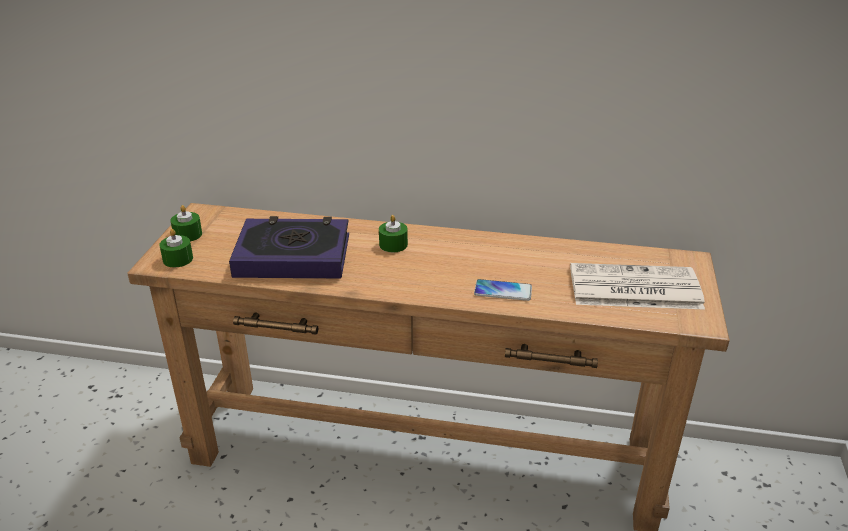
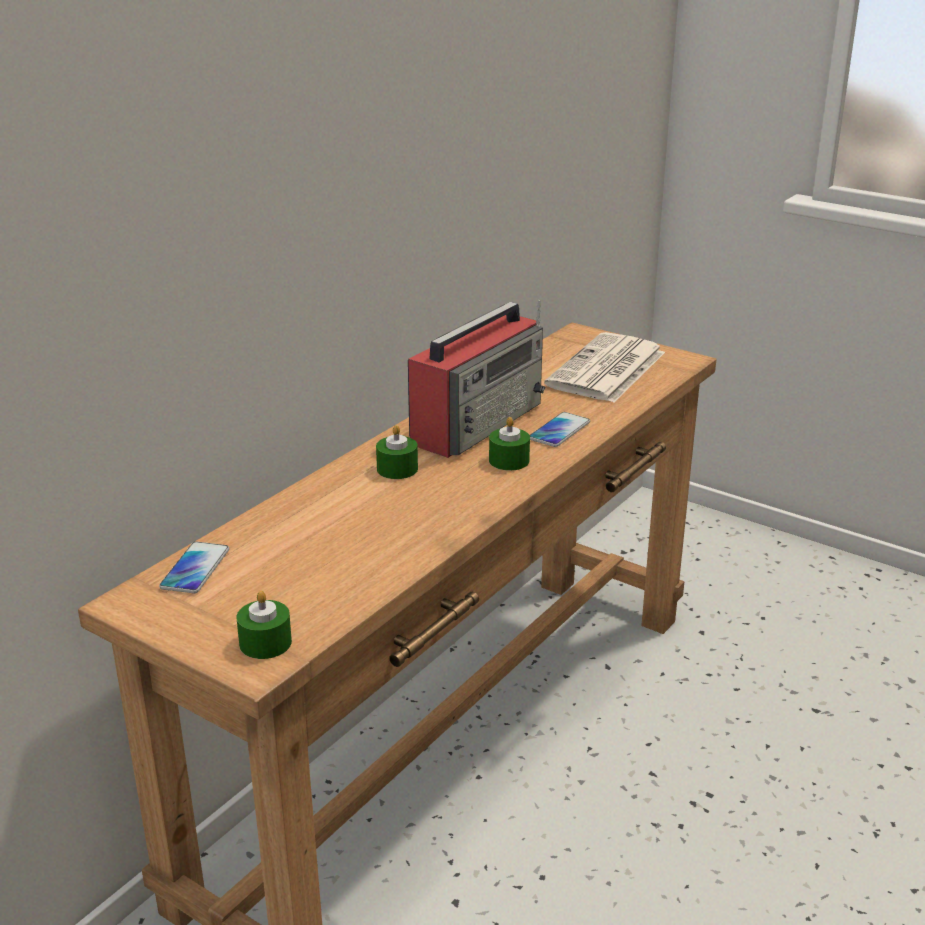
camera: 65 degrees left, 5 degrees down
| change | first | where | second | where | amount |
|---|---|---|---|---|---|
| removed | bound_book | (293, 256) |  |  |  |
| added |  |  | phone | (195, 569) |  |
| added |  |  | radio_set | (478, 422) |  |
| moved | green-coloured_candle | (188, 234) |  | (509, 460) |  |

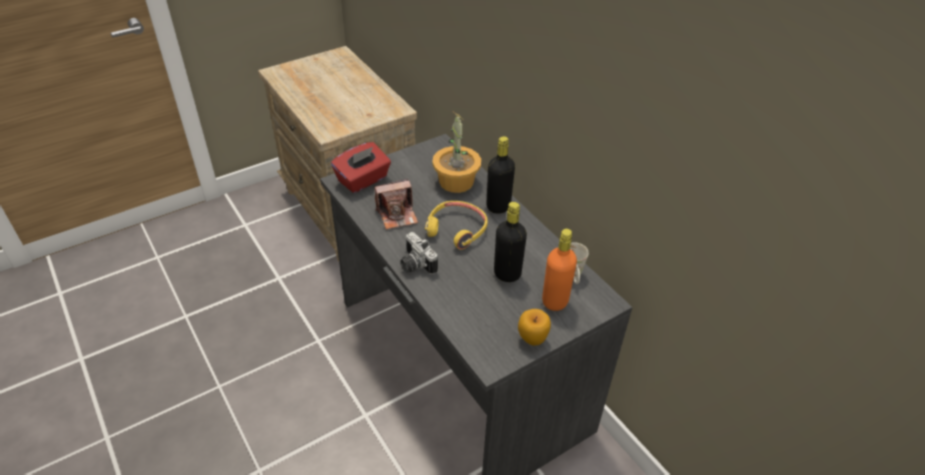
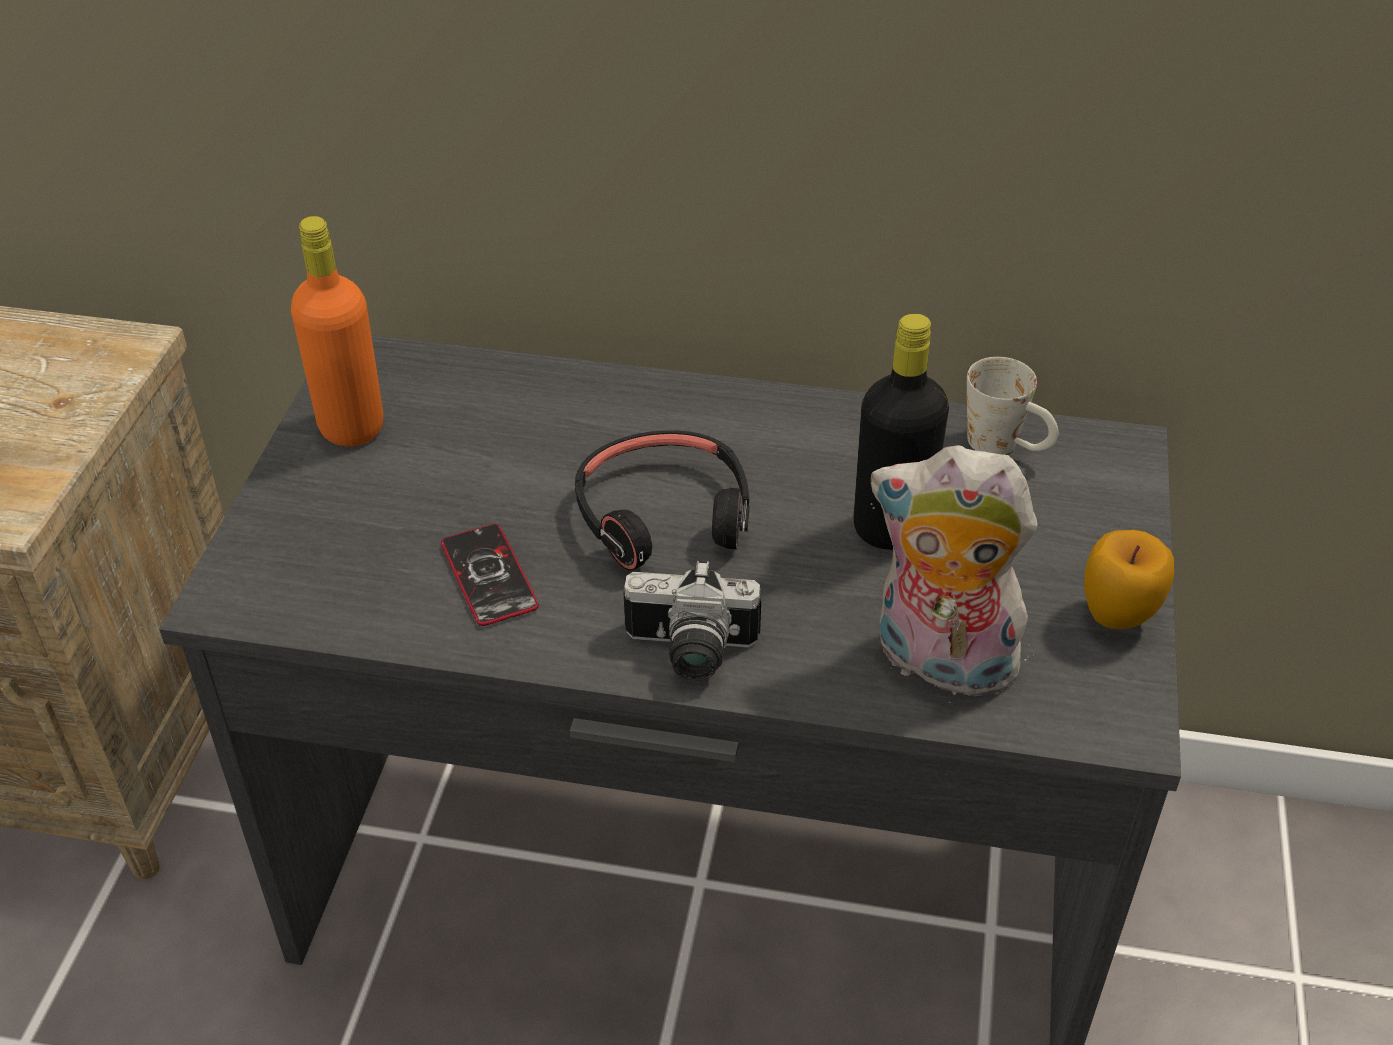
camera: 45 degrees left, 0 degrees up
| change | first | where | second | where | amount |
|---|---|---|---|---|---|
| removed | red_tissue_holder | (363, 180) |  |  |  |
| removed | houseplant | (455, 182) |  |  |  |
| removed | black_drink_bottle | (498, 206) |  |  |  |
| added |  |  | plush_toy | (938, 663) |  |
| moved | orangey_drink_bottle | (555, 301) |  | (351, 426) |  |
| replaced | photo_camera | (397, 215) | phone | (489, 576) |  |
| recoloured | yellow_headset | (456, 229) | black_headset | (663, 514) |  |

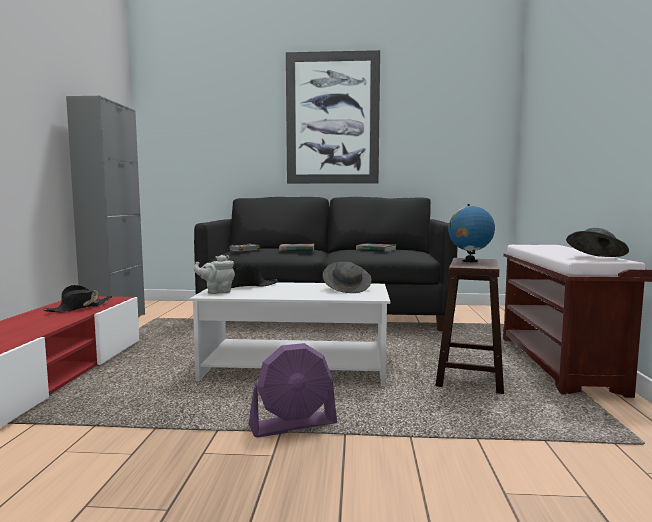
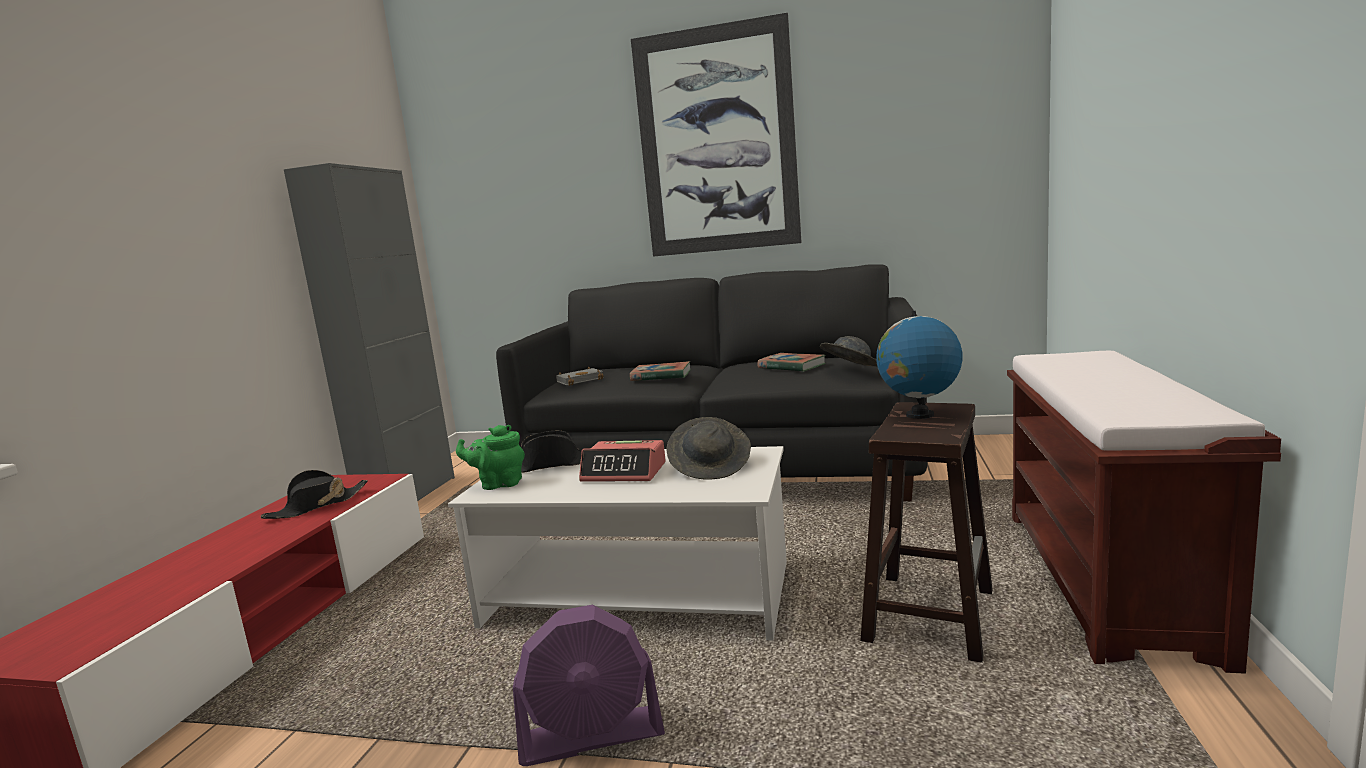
camera: 10 degrees right, 5 degrees up
| change | first | where | second | where | amount |
|---|---|---|---|---|---|
| added |  |  | table_clock | (624, 472) |  |
| moved | greyish_hat | (594, 258) |  | (850, 370) |  |
| recoloured | greyish_pot_for_tea | (217, 292) | green-coloured_pot_for_tea | (498, 484) |  |

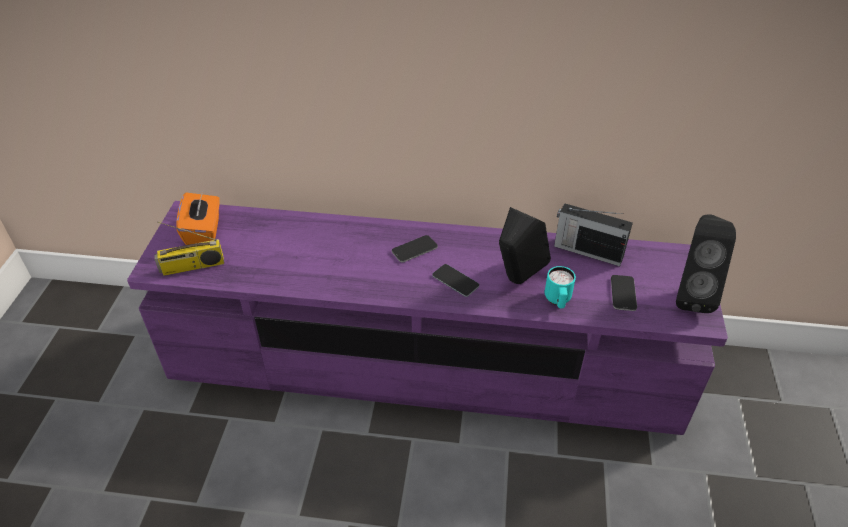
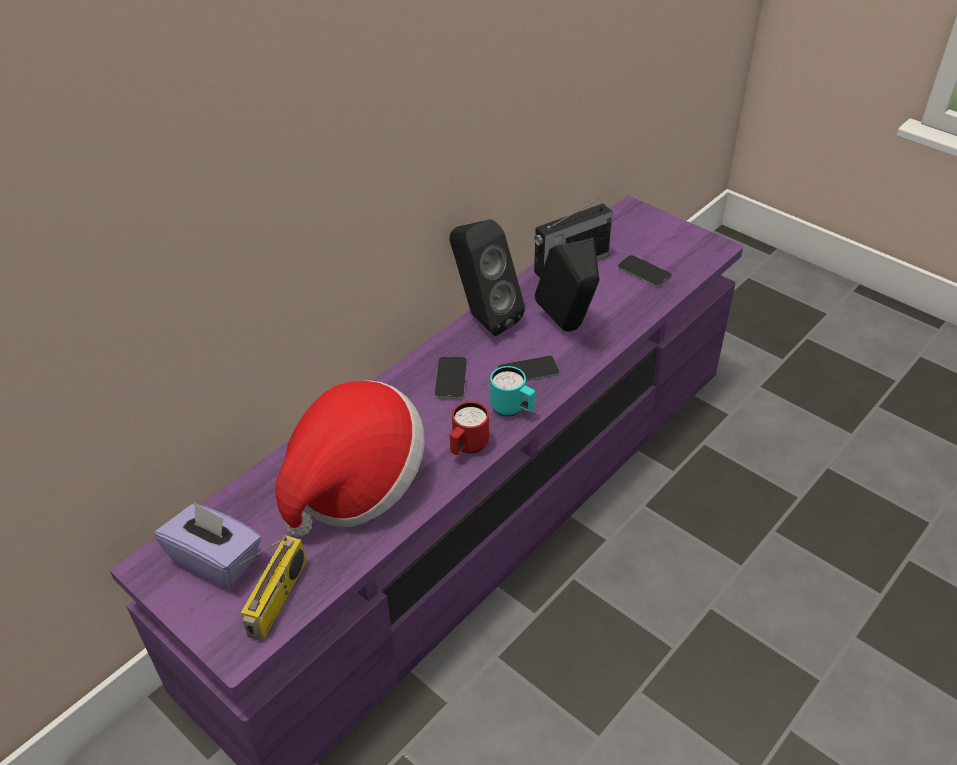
camera: 55 degrees left, 0 degrees up
| change | first | where | second | where | amount |
|---|---|---|---|---|---|
| added |  |  | hat | (354, 483) |  |
| added |  |  | red_coffee_mug | (467, 447) |  |
| moved | blue-green_coffee_mug | (557, 301) |  | (512, 409) |  |
| moved | black_audio_speaker | (690, 294) |  | (483, 318) |  |
| recoloured | orangey_tissue_holder | (204, 231) | purple-coloured_tissue_holder | (216, 559) |  |

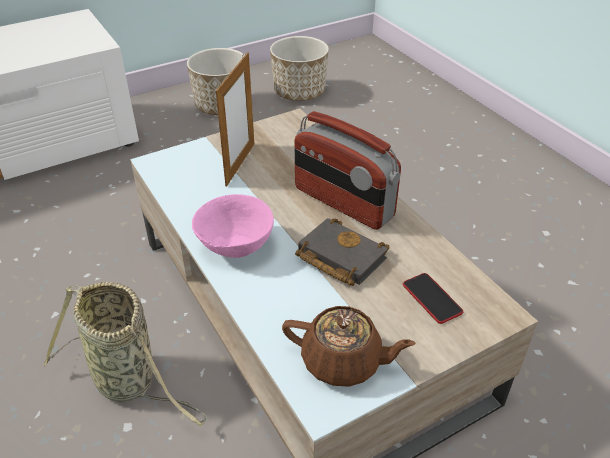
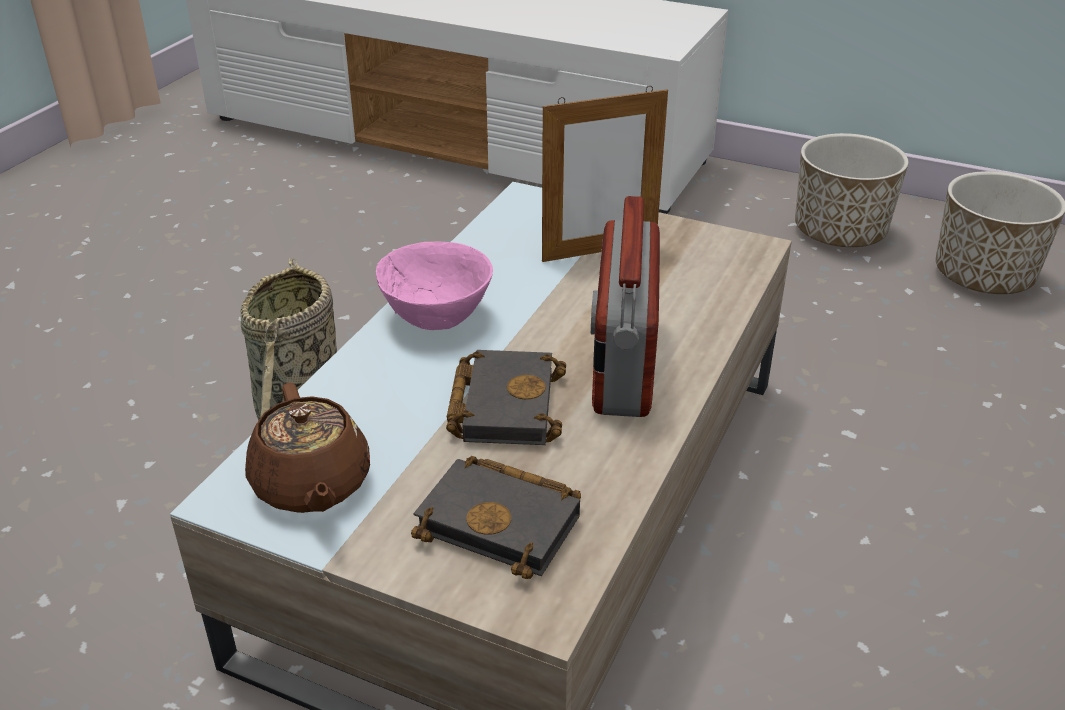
camera: 55 degrees right, 5 degrees down
| change | first | where | second | where | amount |
|---|---|---|---|---|---|
| replaced | phone | (432, 299) | black_bound_book | (504, 522) |  |

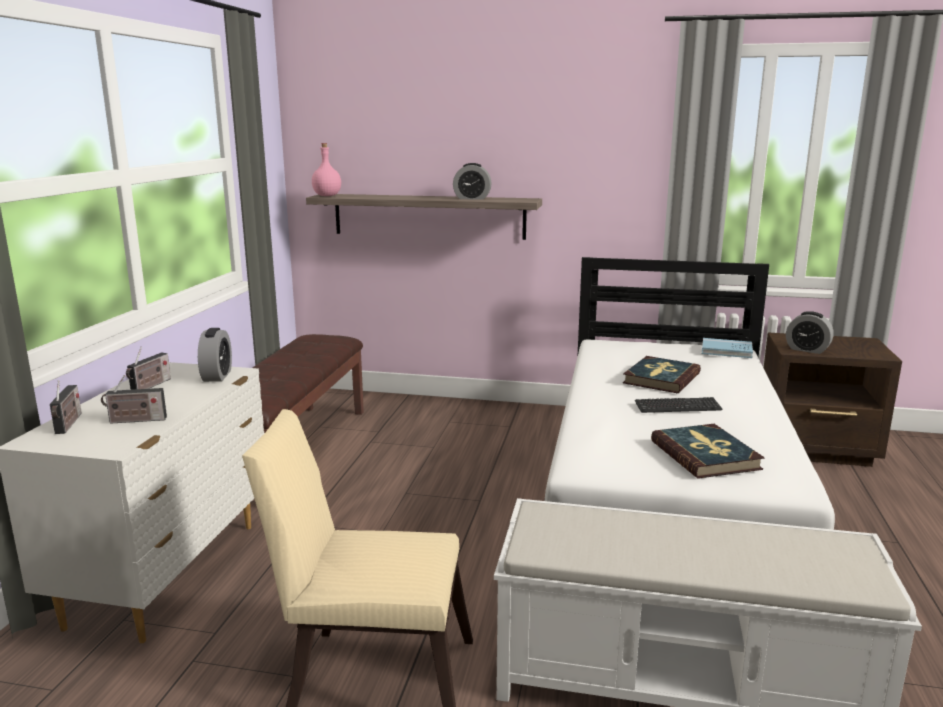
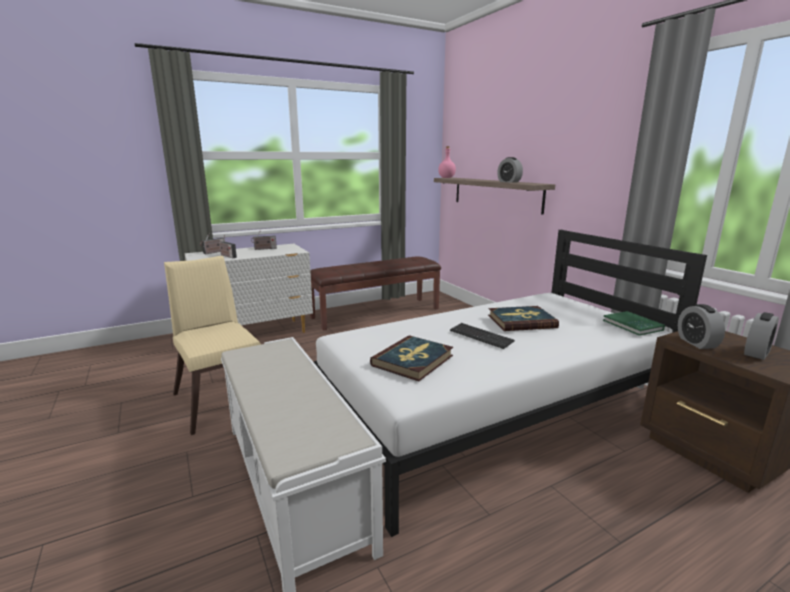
camera: 50 degrees right, 0 degrees up
| change | first | where | second | where | amount |
|---|---|---|---|---|---|
| moved | table_clock | (217, 376) |  | (756, 353) |  |
| recoloured | blue-coloured_bound_book | (726, 350) | green-coloured_bound_book | (632, 325) |  |

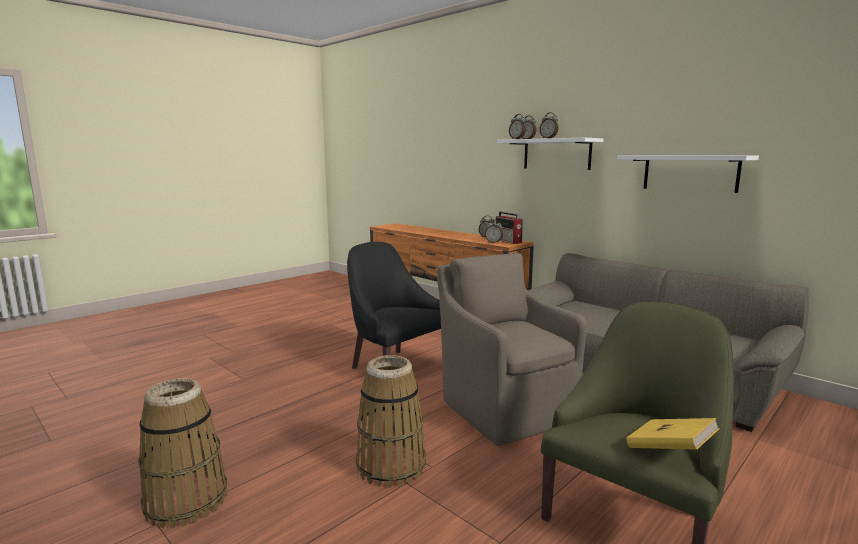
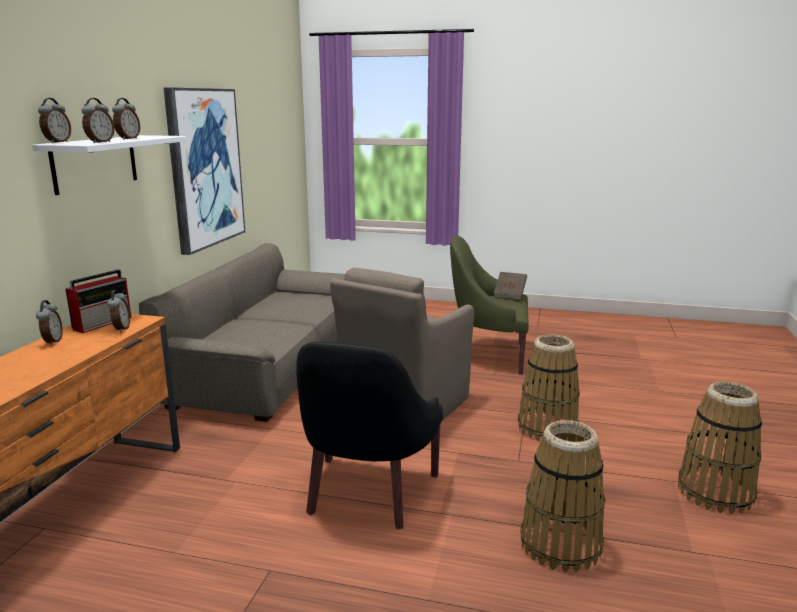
camera: 120 degrees left, 5 degrees up
| change | first | where | second | where | amount |
|---|---|---|---|---|---|
| added |  |  | basket | (560, 544) |  |
| replaced | white-coloured_bracket_shelf | (690, 173) | wall_art | (204, 168) |  |
| recoloured | yellow_bound_book | (669, 450) | brownish_bound_book | (510, 294) |  |

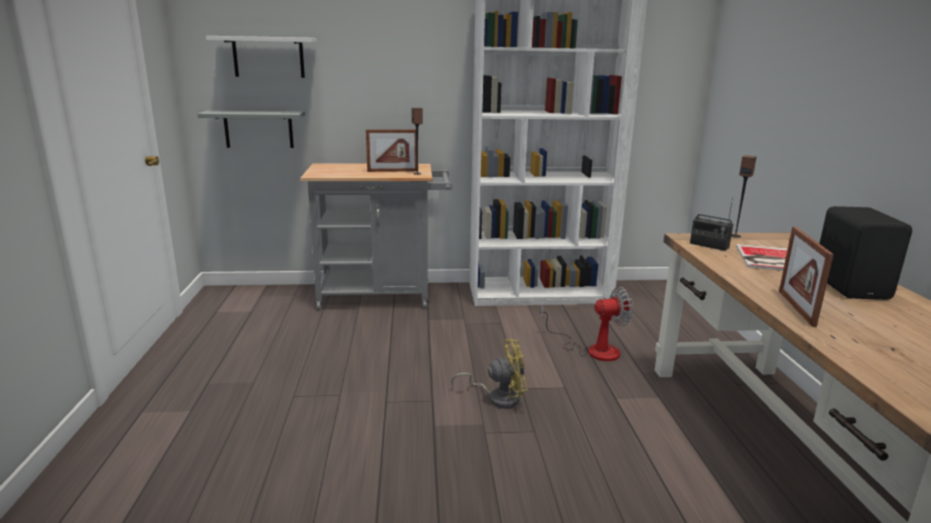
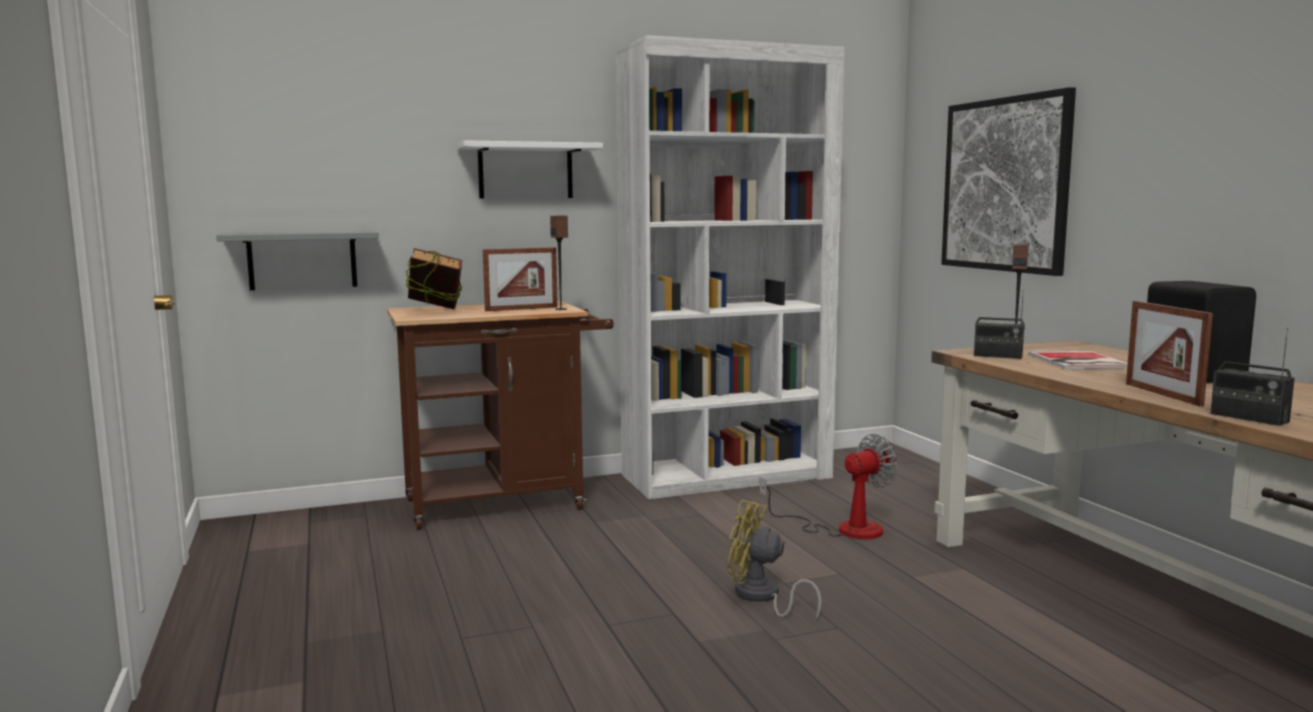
camera: 15 degrees left, 10 degrees down
| change | first | where | second | where | amount |
|---|---|---|---|---|---|
| added |  |  | bound_book | (436, 311) |  |
| added |  |  | wall_art | (1005, 185) |  |
| added |  |  | radio_set | (1248, 418) |  |
| moved | white-coloured_bracket_shelf | (268, 57) |  | (525, 171) |  |
| recoloured | greyish_trolley | (382, 296) | brownish_trolley | (505, 502) |  |
| turned | yellow_fan | (498, 397) |  | (761, 597) | 135 degrees counterclockwise |

